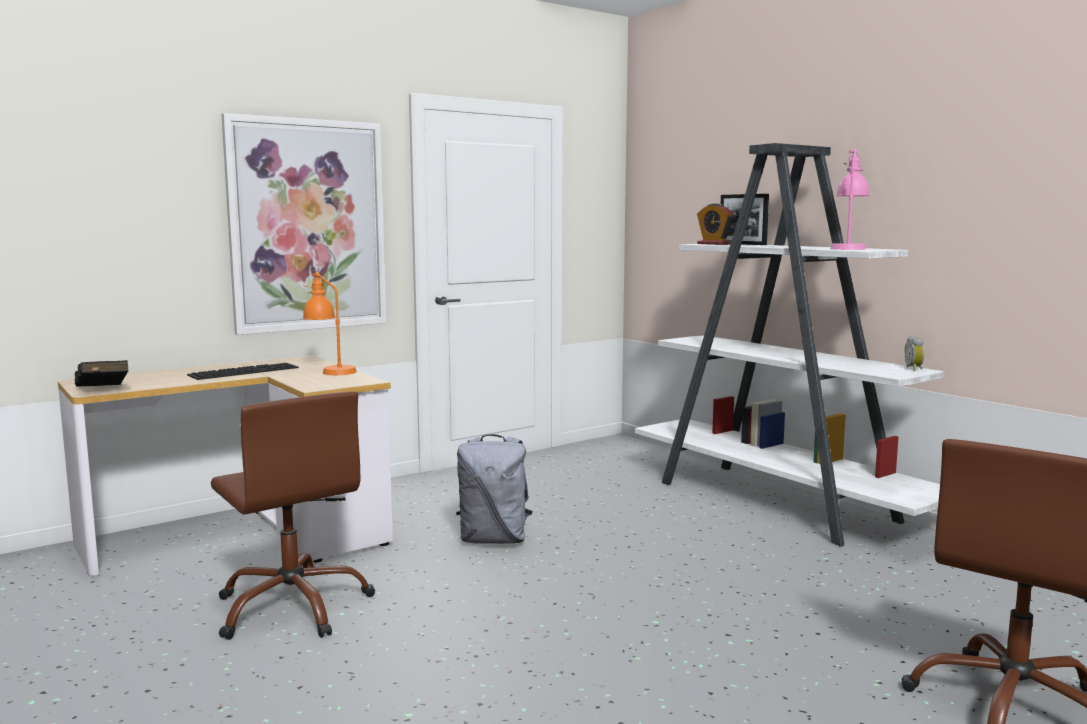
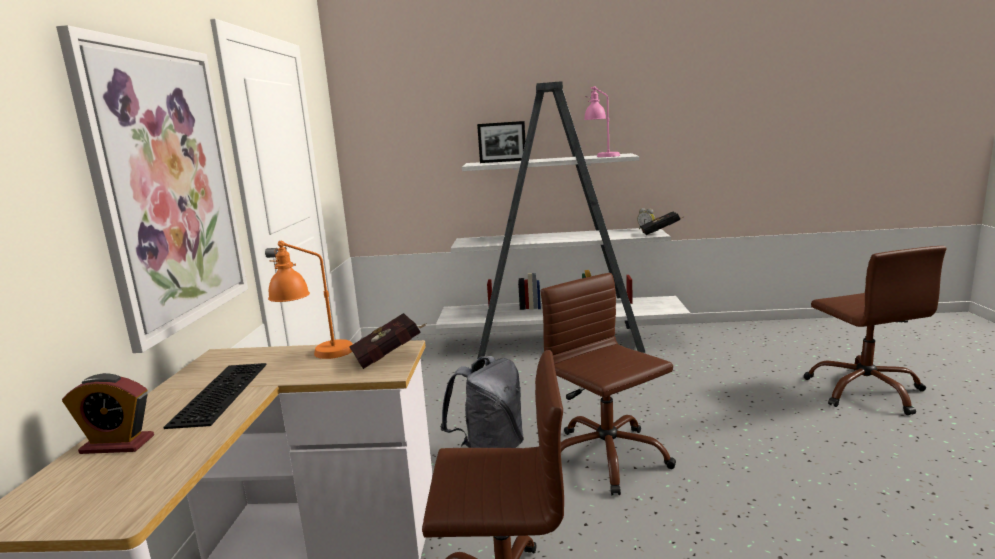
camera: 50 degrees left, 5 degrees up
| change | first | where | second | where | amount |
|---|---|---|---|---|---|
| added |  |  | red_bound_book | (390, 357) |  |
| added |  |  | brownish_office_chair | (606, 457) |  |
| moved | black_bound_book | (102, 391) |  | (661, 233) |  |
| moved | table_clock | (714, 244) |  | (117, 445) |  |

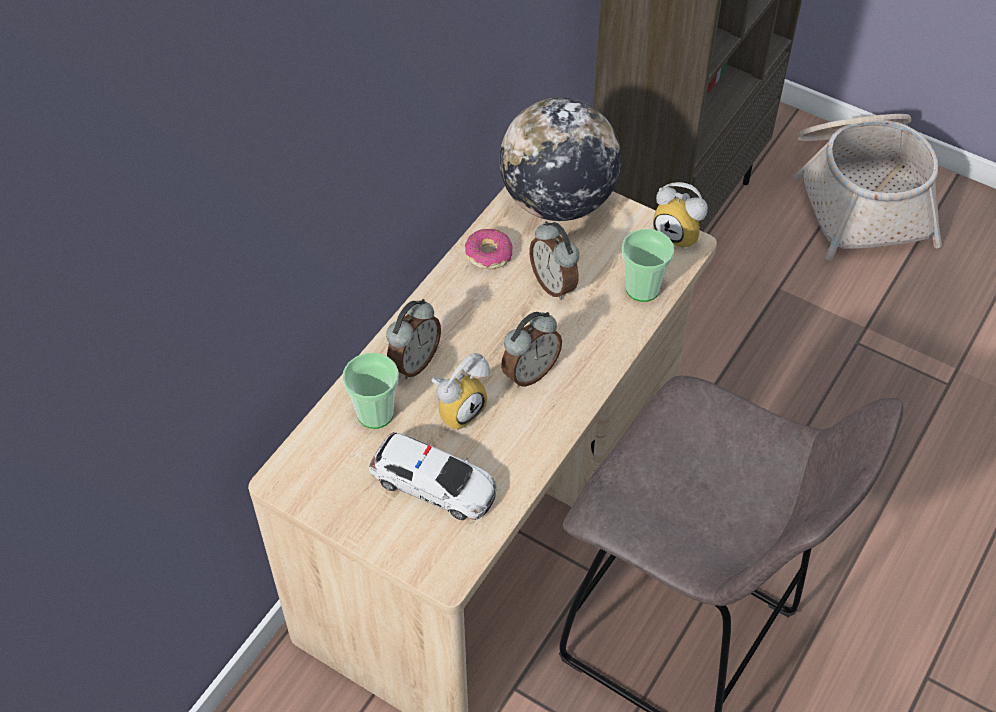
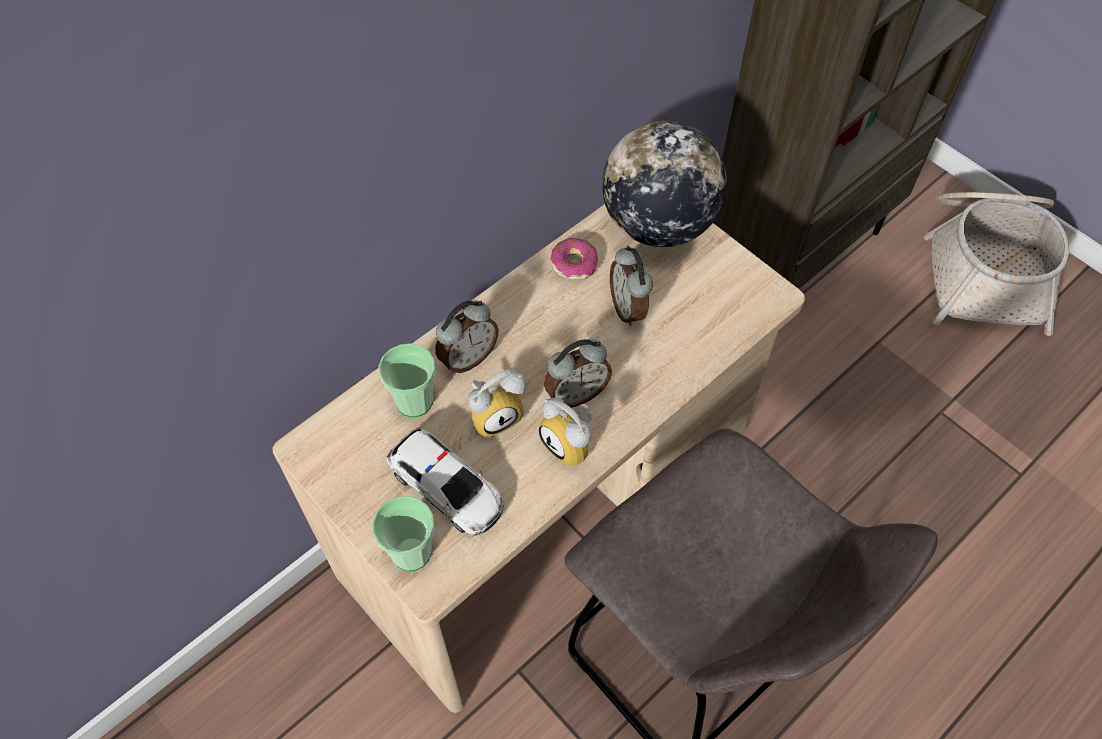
camera: 15 degrees right, 5 degrees up
| change | first | where | second | where | amount |
|---|---|---|---|---|---|
| moved | small_cup | (642, 288) |  | (411, 552) |  |
| moved | table_clock | (679, 233) |  | (572, 444) |  |

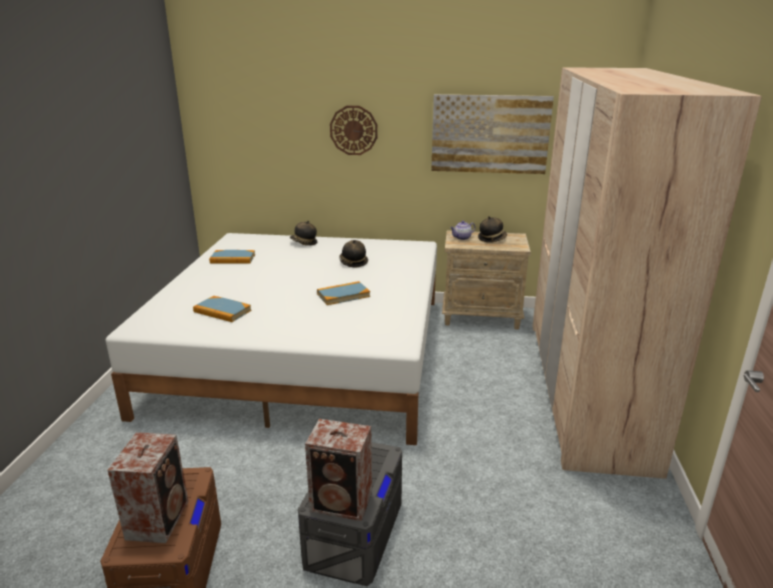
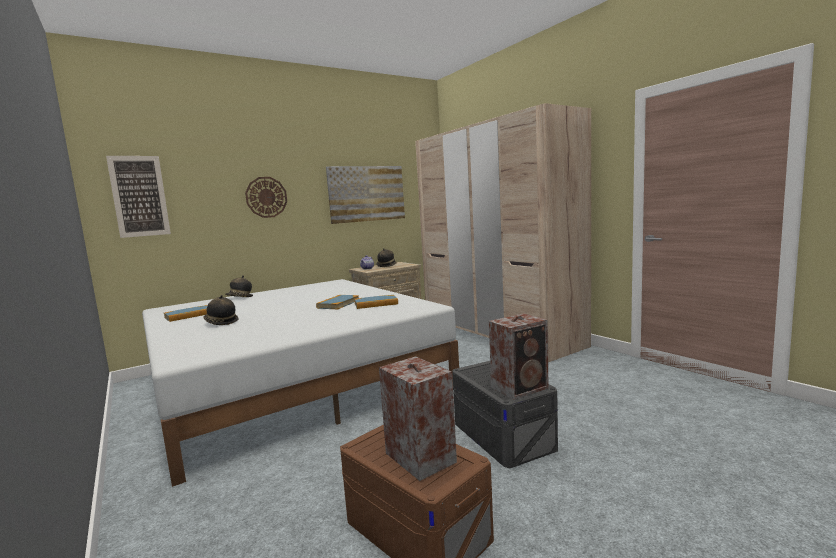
camera: 40 degrees left, 15 degrees down
| change | first | where | second | where | amount |
|---|---|---|---|---|---|
| added |  |  | wall_art | (139, 196) |  |
| moved | bound_book | (222, 311) |  | (376, 304) |  |
| moved | hat | (353, 262) |  | (221, 322) |  |

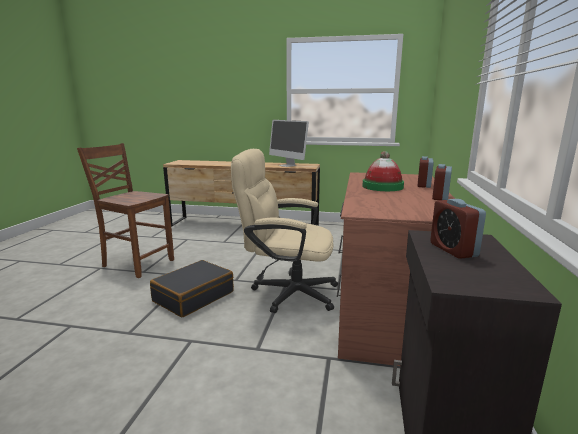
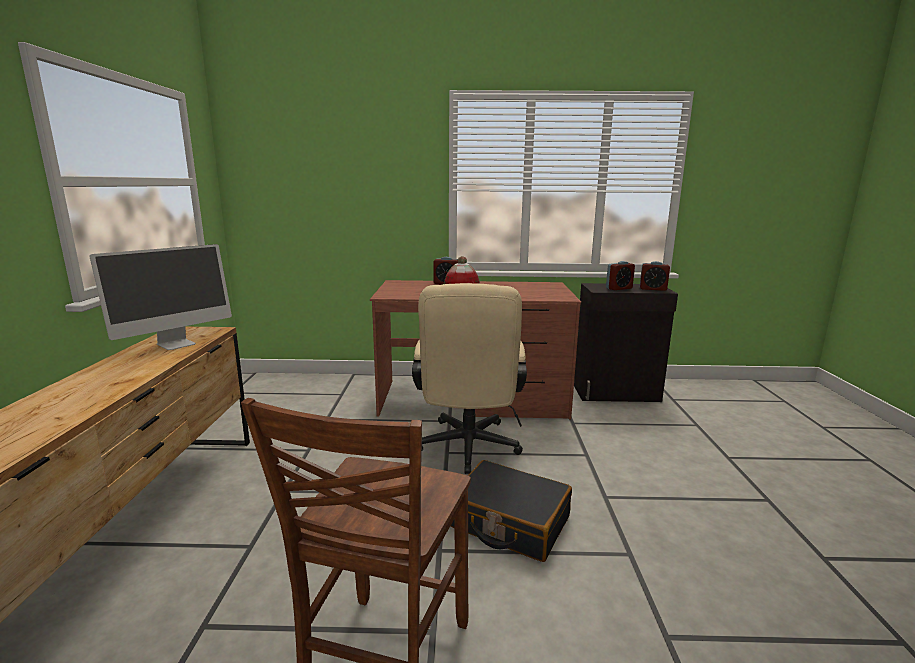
camera: 100 degrees left, 0 degrees up
| change | first | where | second | where | amount |
|---|---|---|---|---|---|
| moved | table_clock | (440, 197) |  | (653, 289) |  |

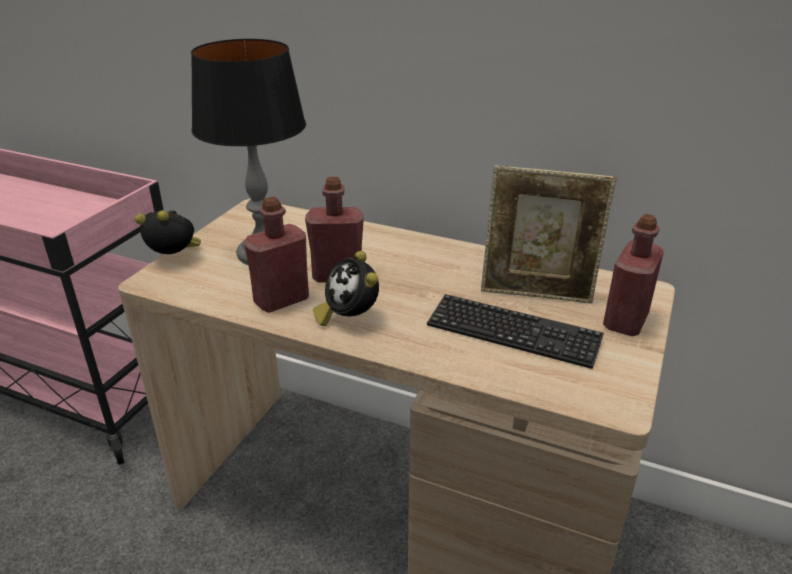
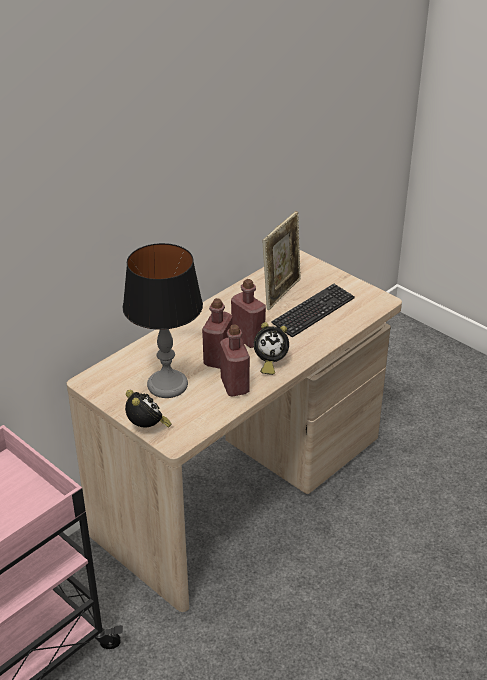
camera: 70 degrees left, 5 degrees up
| change | first | where | second | where | amount |
|---|---|---|---|---|---|
| moved | red_drink_bottle | (625, 321) |  | (248, 338) |  |
| turned | table_clock | (175, 258) |  | (147, 428) | 120 degrees clockwise |

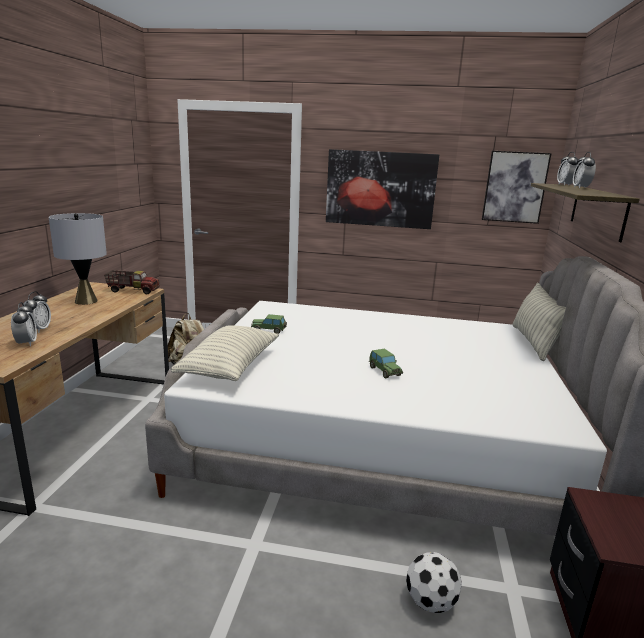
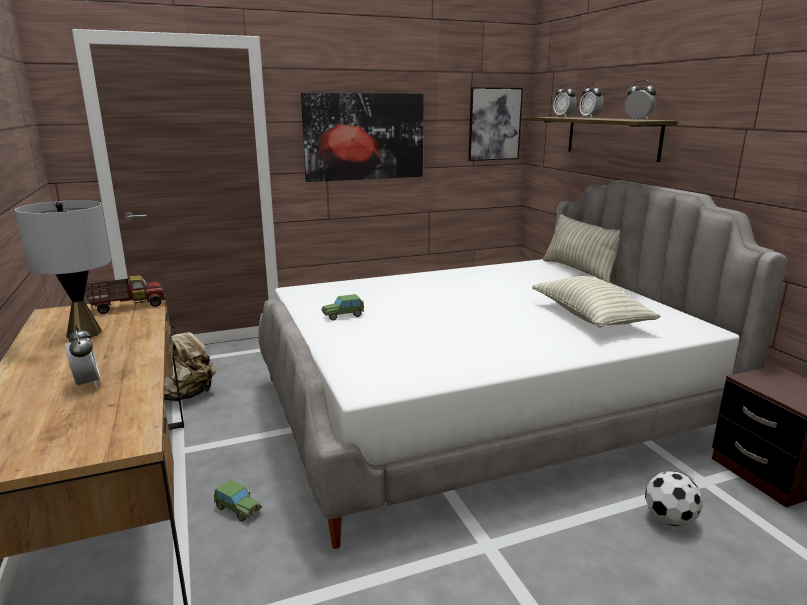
camera: 30 degrees left, 0 degrees up
| change | first | where | second | where | amount |
|---|---|---|---|---|---|
| moved | table_clock | (26, 343) |  | (638, 119) |  |
| moved | pillow | (230, 367) |  | (589, 317) |  |
| moved | model_car | (384, 371) |  | (237, 509) |  |

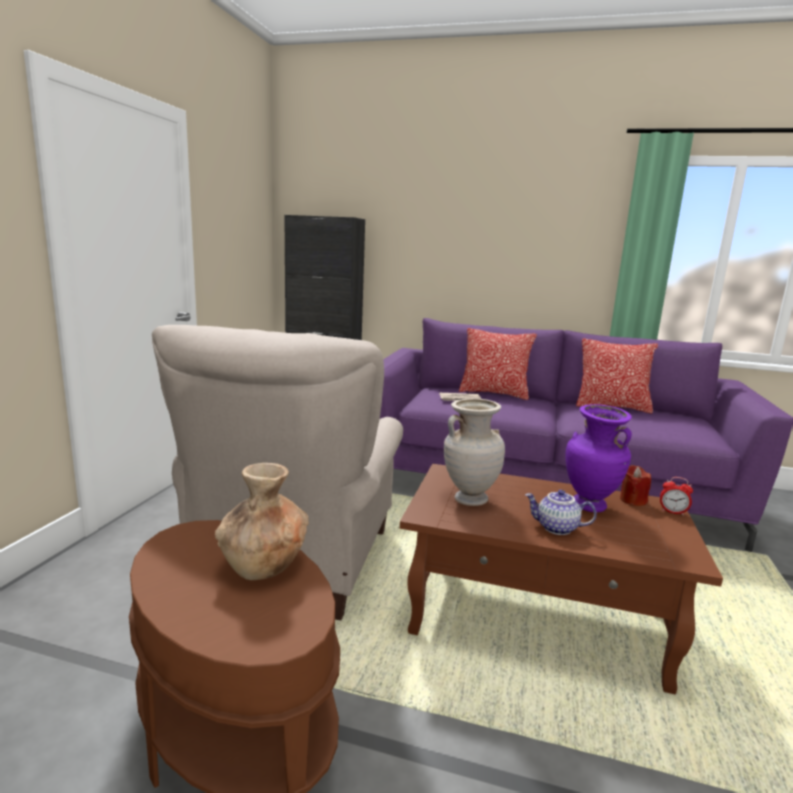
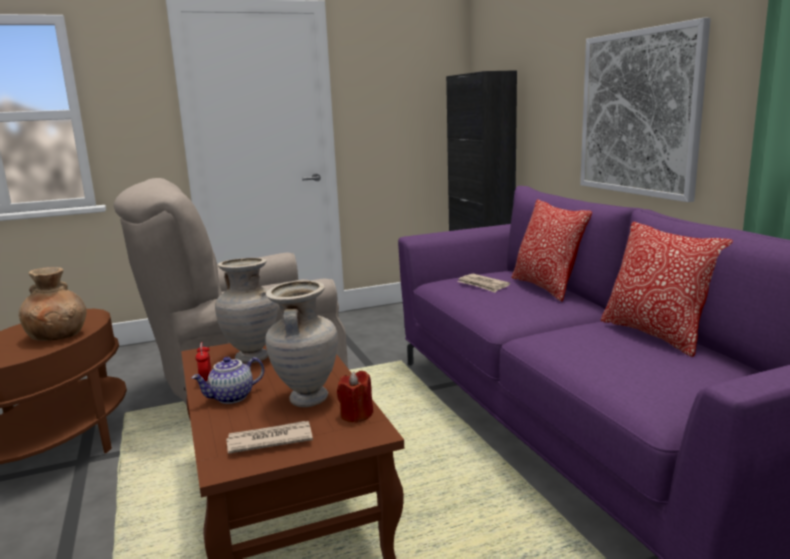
camera: 55 degrees right, 0 degrees up
| change | first | where | second | where | amount |
|---|---|---|---|---|---|
| added |  |  | newspaper | (269, 440) |  |
| added |  |  | wall_art | (639, 113) |  |
| moved | table_clock | (672, 512) |  | (206, 381) |  |
| recoloured | purple-coloured_decorative_vase | (589, 506) | beige_decorative_vase | (307, 399) |  |
| turned | pot_for_tea | (556, 528) |  | (232, 397) | 105 degrees counterclockwise |

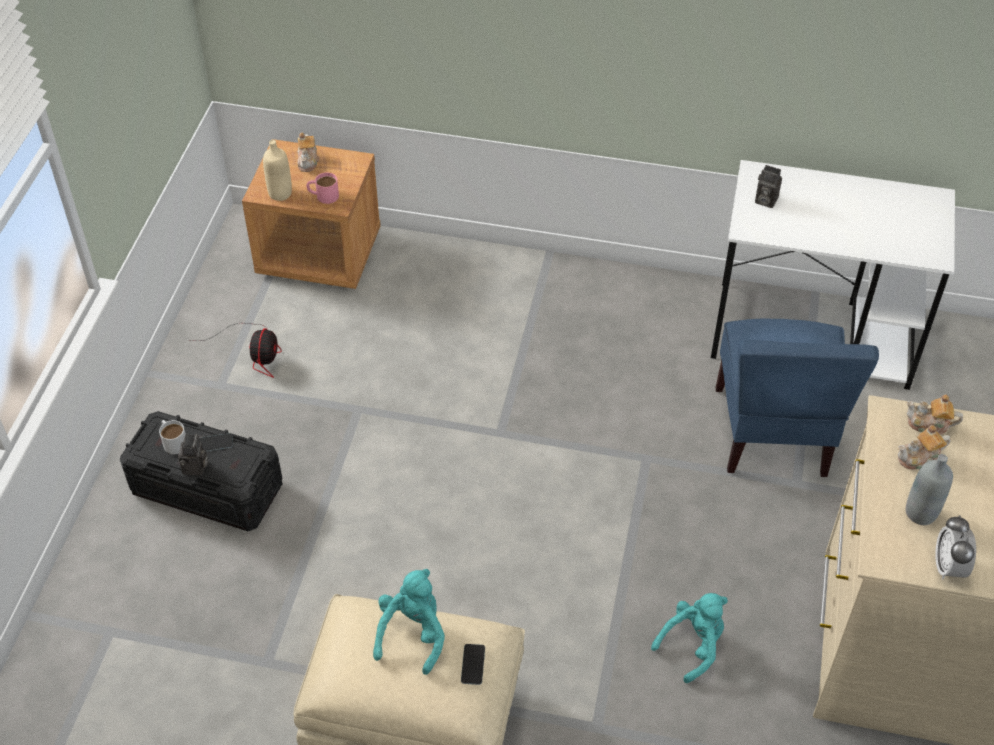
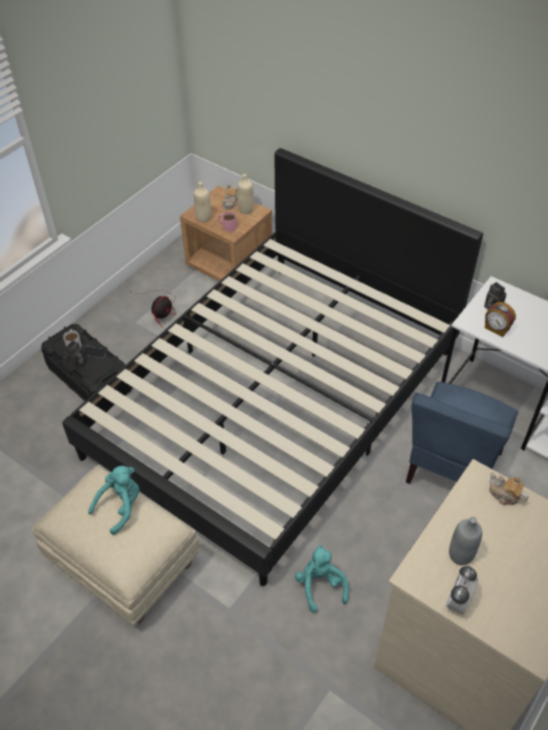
camera: 25 degrees right, 0 degrees up
| change | first | where | second | where | amount |
|---|---|---|---|---|---|
| removed | phone | (473, 664) |  |  |  |
| removed | pot_for_tea | (919, 459) |  |  |  |
| added |  |  | black_bedroom_bed | (275, 402) |  |
| added |  |  | beige_drink_bottle | (246, 210) |  |
| added |  |  | table_clock | (496, 329) |  |
| turned | blue-green_plush_toy | (693, 645) |  | (320, 586) | 90 degrees counterclockwise |

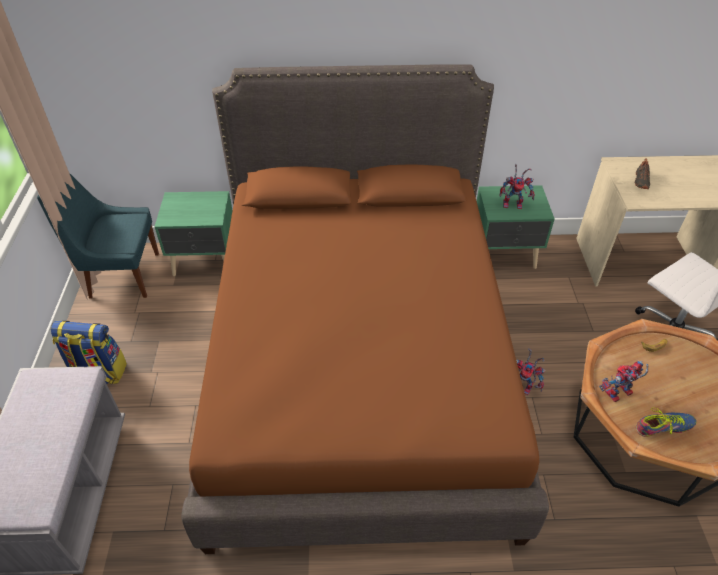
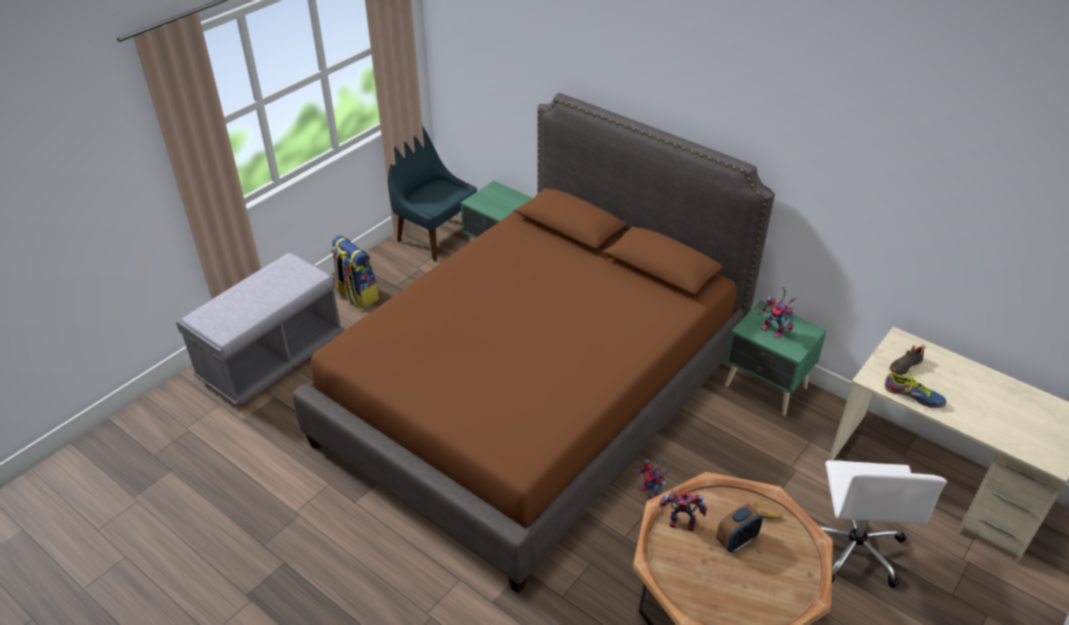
camera: 40 degrees right, 5 degrees down
| change | first | where | second | where | amount |
|---|---|---|---|---|---|
| added |  |  | table_clock | (736, 541) |  |
| moved | low_shoe | (663, 427) |  | (913, 395) |  |

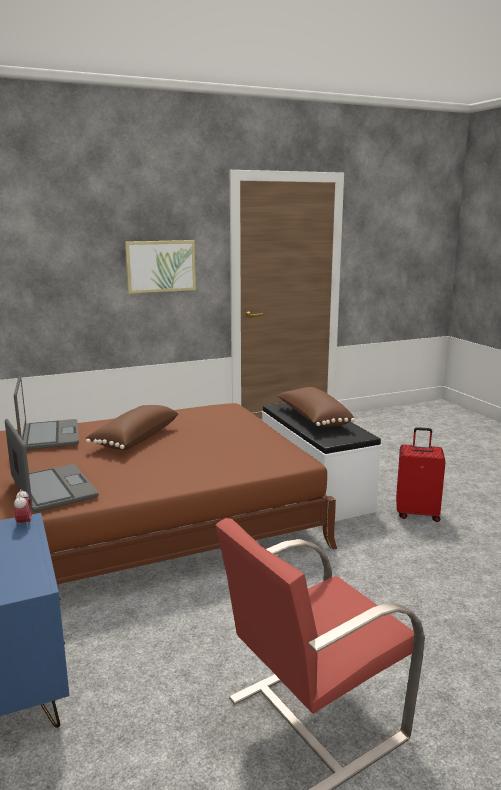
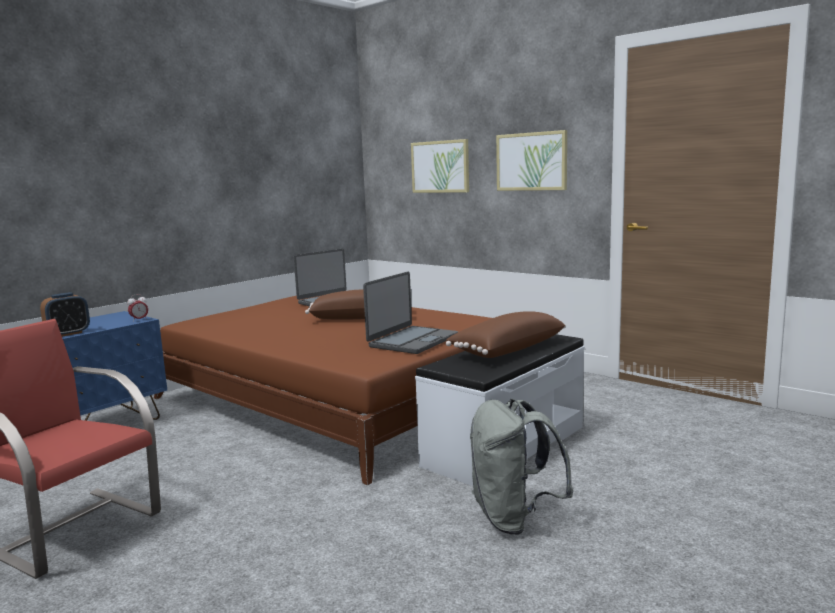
camera: 65 degrees right, 5 degrees down
| change | first | where | second | where | amount |
|---|---|---|---|---|---|
| added |  |  | table_clock | (68, 333) |  |
| added |  |  | wall_art | (440, 166) |  |
| moved | notebook_computer | (52, 489) |  | (412, 341) |  |
| replaced | red_piece_of_luggage | (417, 513) | greyish_backpack | (514, 518) |  |

